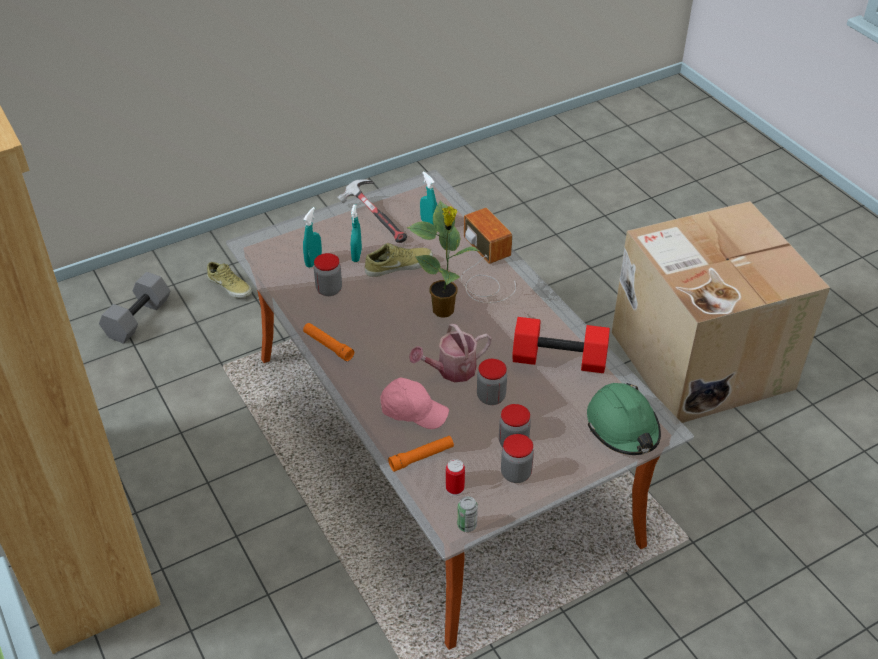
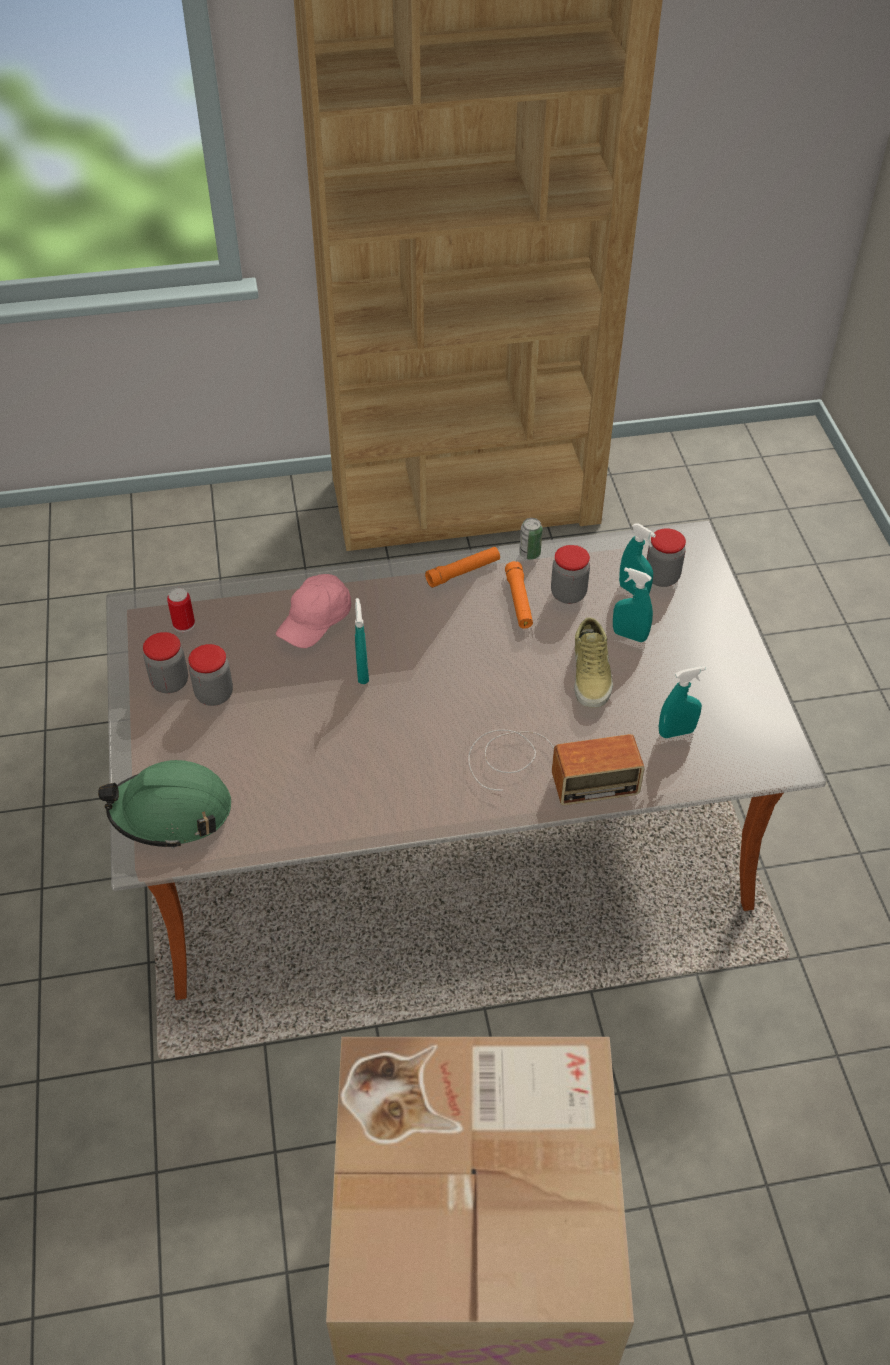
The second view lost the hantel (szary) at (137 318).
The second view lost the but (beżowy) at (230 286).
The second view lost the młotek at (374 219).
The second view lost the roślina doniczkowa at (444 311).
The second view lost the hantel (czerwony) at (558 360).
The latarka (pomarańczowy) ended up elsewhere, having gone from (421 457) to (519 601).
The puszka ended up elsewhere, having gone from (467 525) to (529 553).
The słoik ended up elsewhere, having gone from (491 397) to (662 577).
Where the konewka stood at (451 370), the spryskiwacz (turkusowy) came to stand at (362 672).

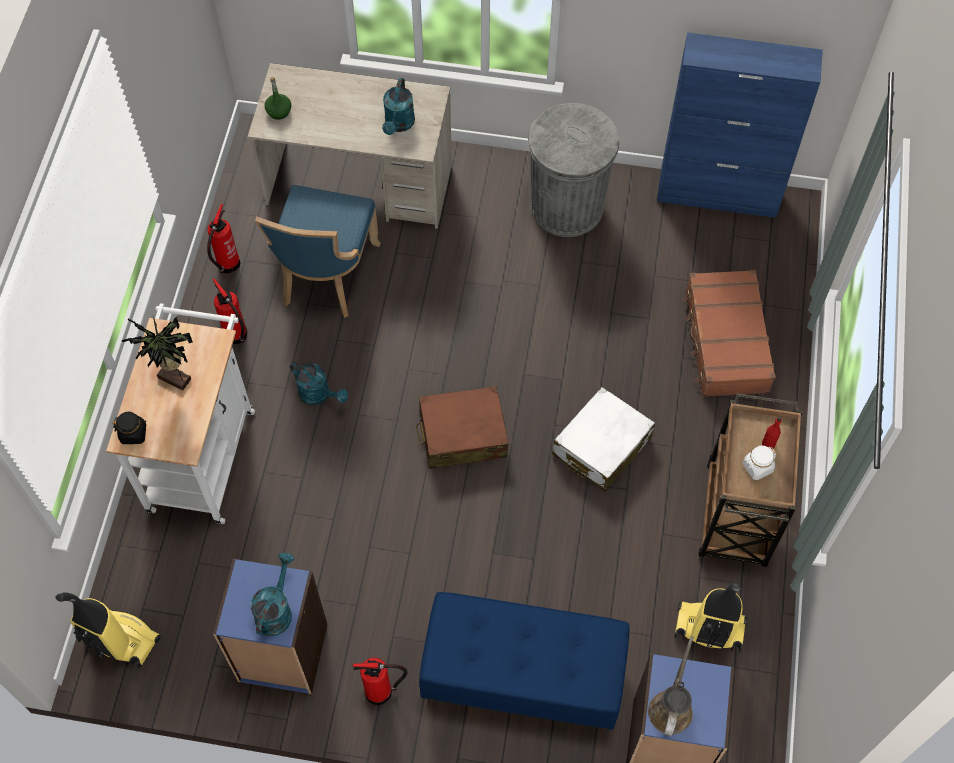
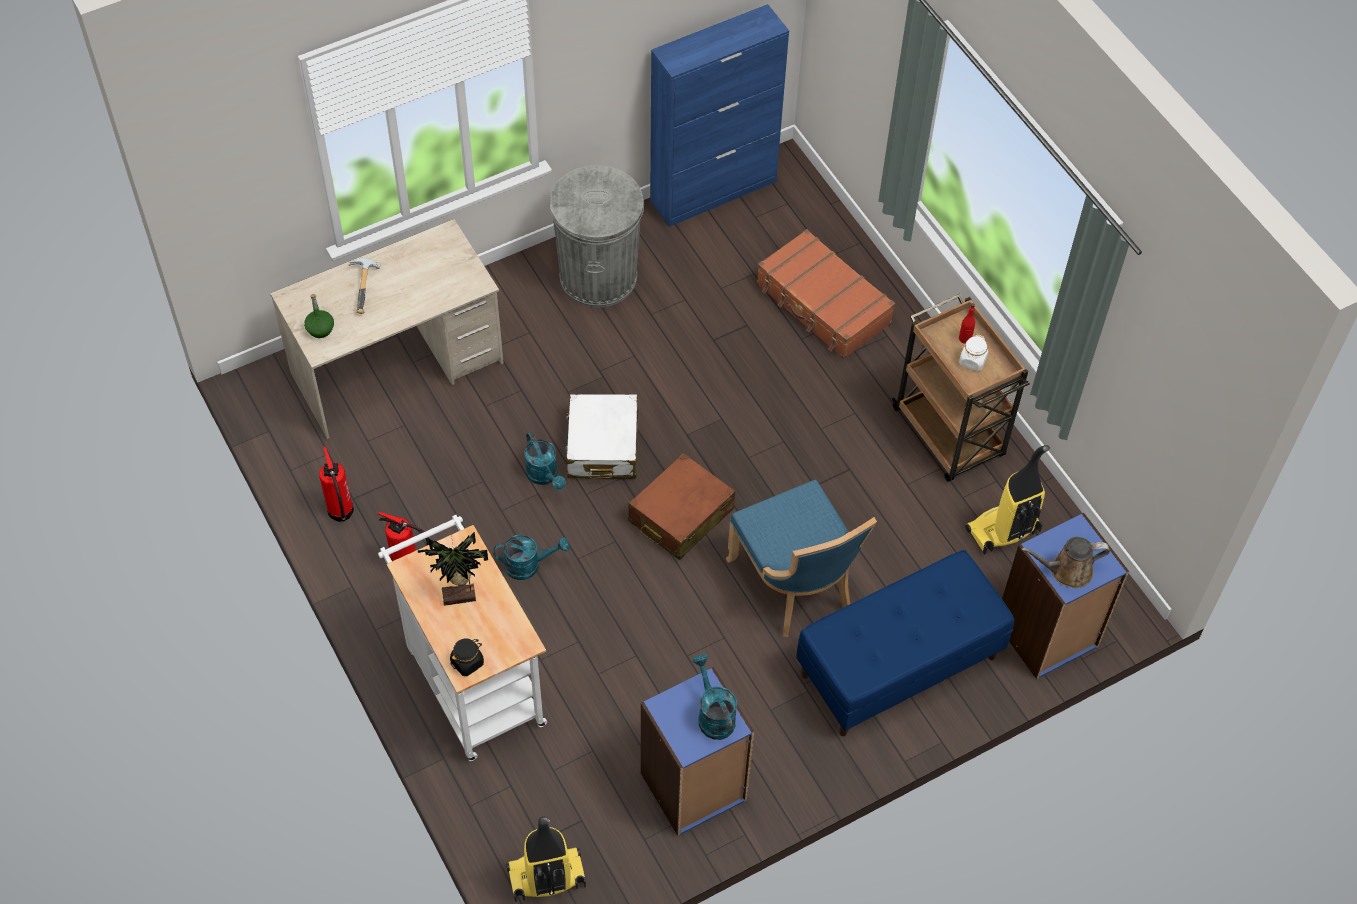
The second view lost the gaśnica at (381 692).
The second view gained the młotek at (366 288).
The krzesło (niebieski) ended up elsewhere, having gone from (326 276) to (795 586).
The konewka (turkusowy) ended up elsewhere, having gone from (398 125) to (545 476).
The walizka (biały) ended up elsewhere, having gone from (601 446) to (602 446).
The konewka (brązowy) at (671 707) ended up facing another way, 75 degrees counterclockwise from before.

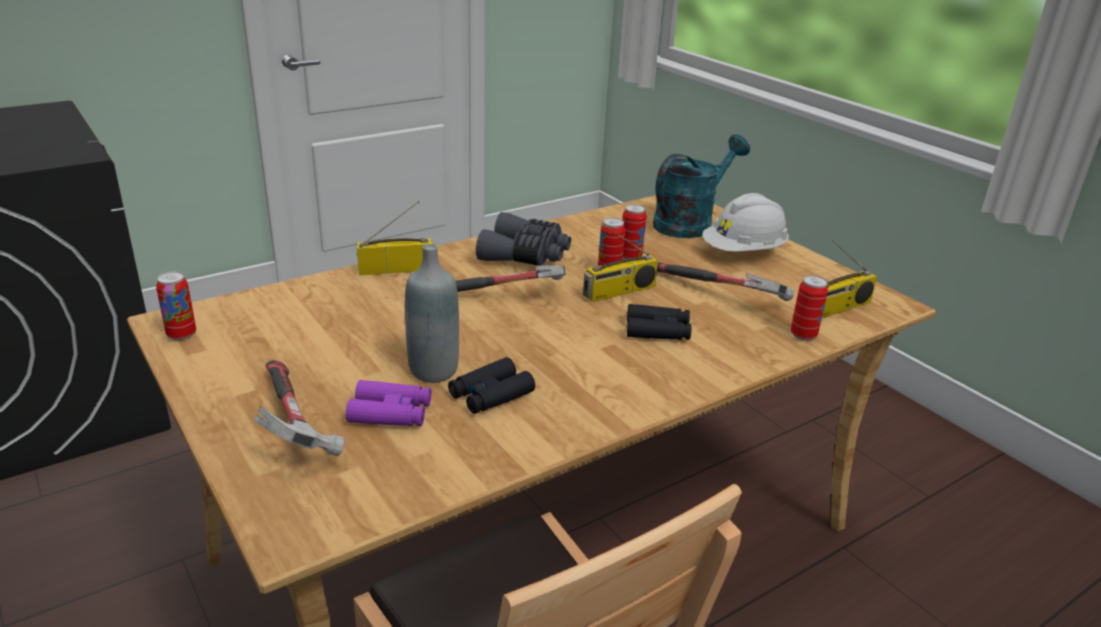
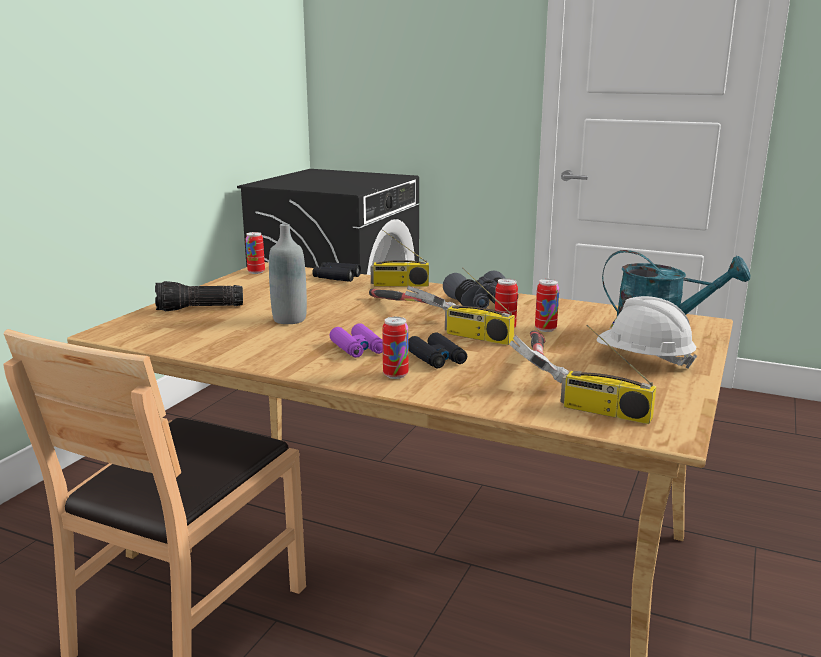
The lornetka (fioletowy) ended up elsewhere, having gone from (390 413) to (358 348).
The lornetka (czarny) ended up elsewhere, having gone from (490 394) to (336 277).
The puszka ended up elsewhere, having gone from (803 335) to (395 375).
Where the młotek stood at (292 423), the latarka came to stand at (199 309).
The radio at (397 269) ended up facing another way, 135 degrees clockwise from before.

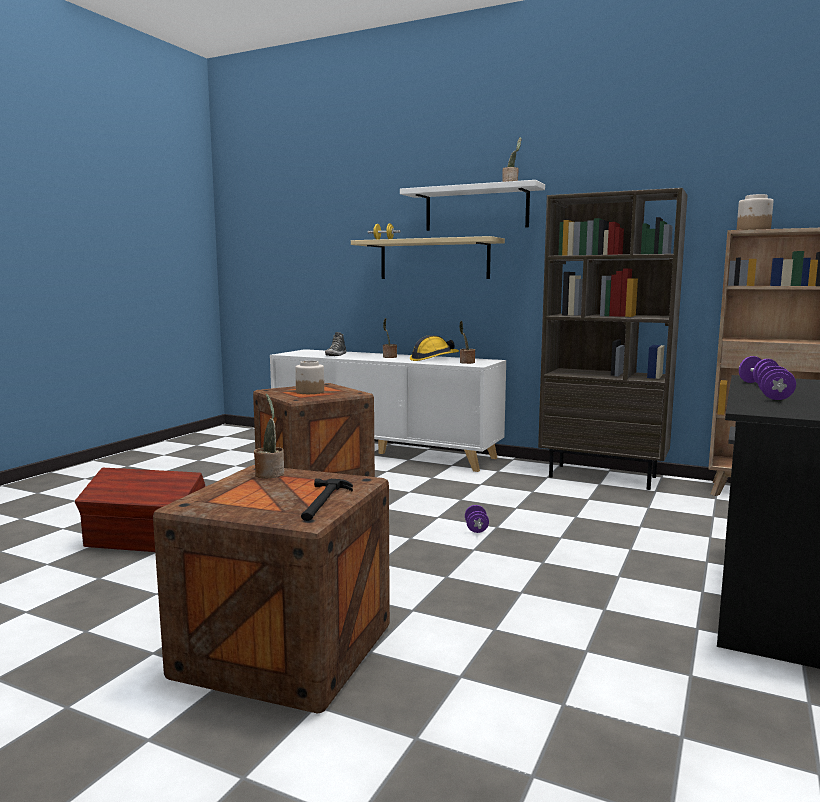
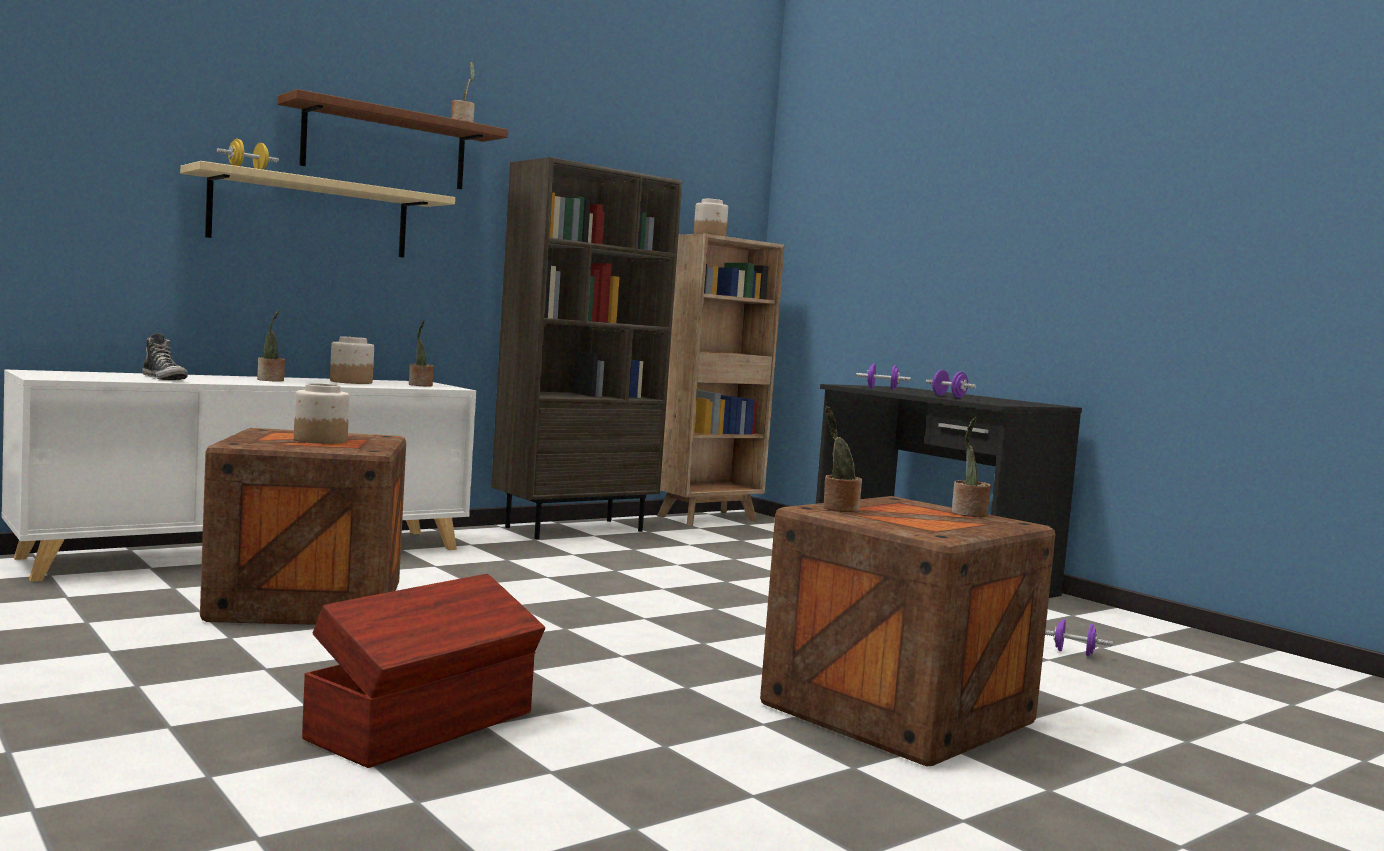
The hantel (fioletowy) ended up elsewhere, having gone from (476 529) to (1074 653).
Where the młotek stood at (323 502), the roślina doniczkowa came to stand at (968 514).
Where the kask stood at (433 359), the słoik came to stand at (350 382).
What was the półka (biały) at (476 208) turned into the półka (brązowy) at (385 146).

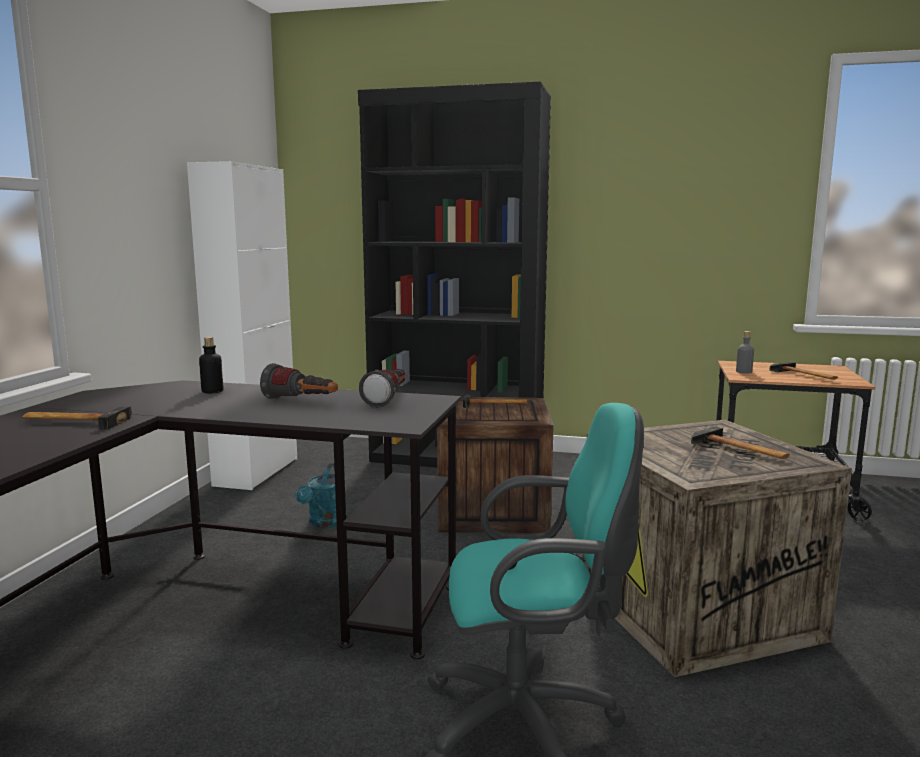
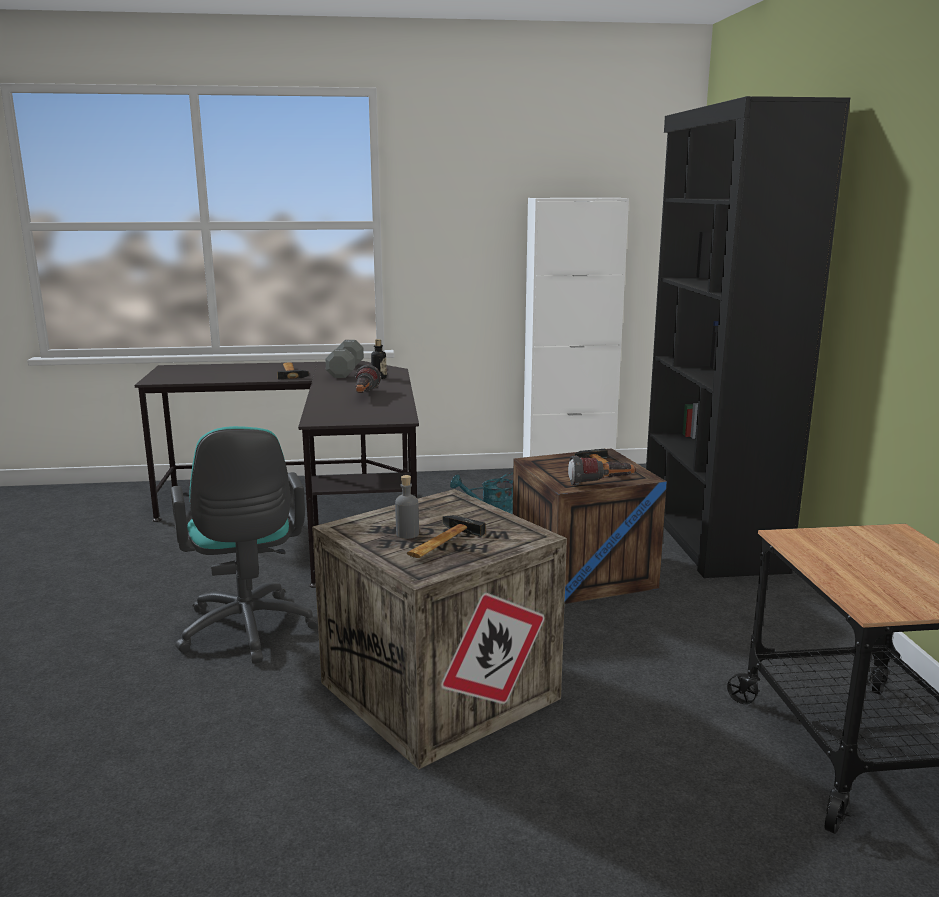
The second view lost the młotek at (804 376).
The second view gained the hantel (szary) at (345 371).
The latarka ended up elsewhere, having gone from (389 399) to (601 484).
The butelka (szary) ended up elsewhere, having gone from (744 372) to (407 534).

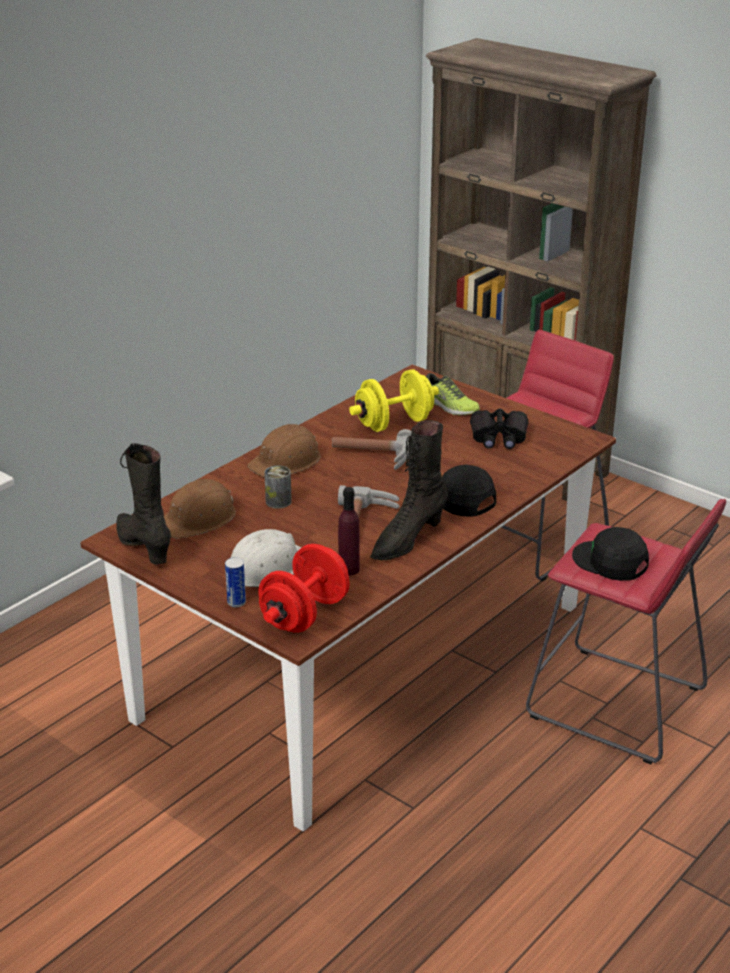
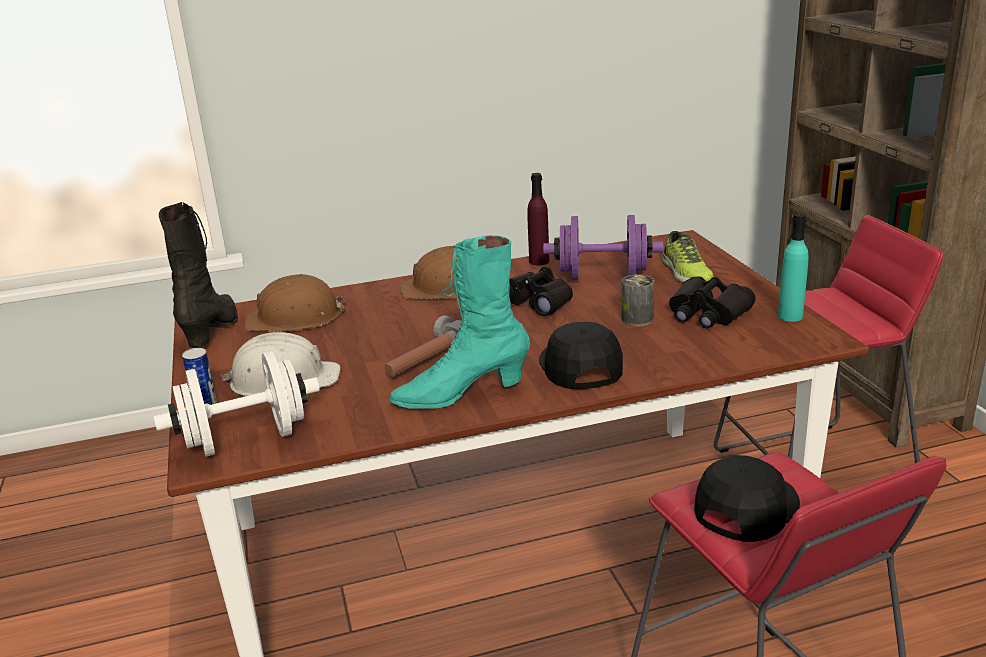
The second view gained the butelka (turkusowy) at (790 316).
The puszka ended up elsewhere, having gone from (278 501) to (637 319).
The butelka (fioletowy) ended up elsewhere, having gone from (349 569) to (539 261).
Where the młotek stood at (371 457), the lornetka (czarny) came to stand at (536 302).
What was the hantel (czerwony) at (305 614) turned into the hantel (biały) at (246 440).
What was the hantel (żółty) at (394 423) turned into the hantel (fioletowy) at (603 277).
What was the but z cholewką (czarny) at (407 540) turned into the but z cholewką (turkusowy) at (461 394).
The czapka z daszkiem (czarny) at (610 561) ended up facing another way, 60 degrees clockwise from before.

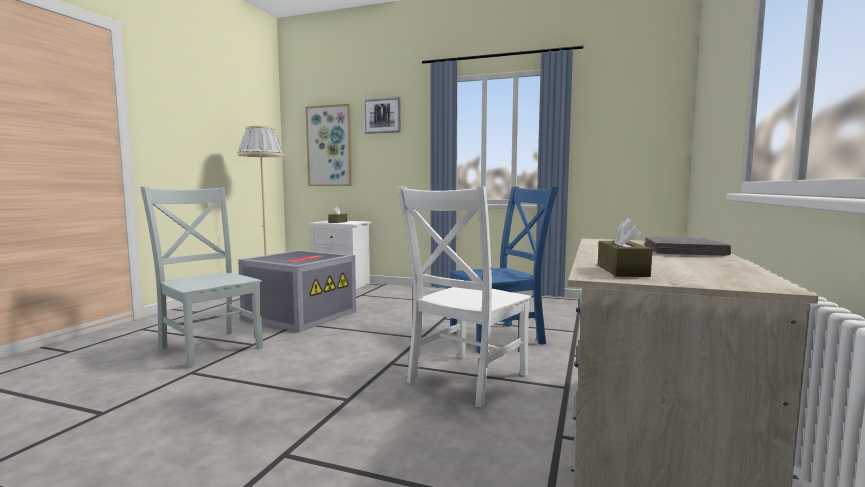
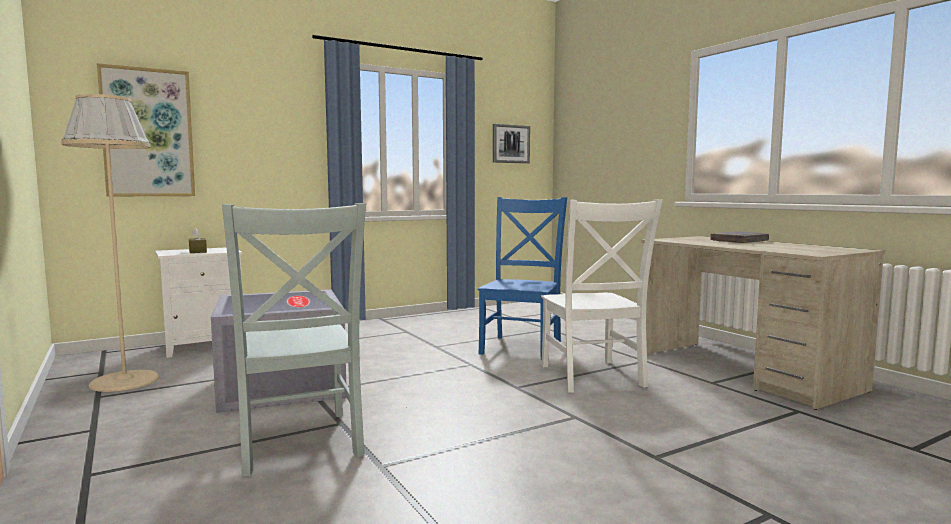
The second view lost the pudełko chusteczek (brązowy) at (622 271).
The obraz ended up elsewhere, having gone from (382 115) to (510 144).
The krzesło (szary) at (210 347) ended up facing another way, 105 degrees counterclockwise from before.

